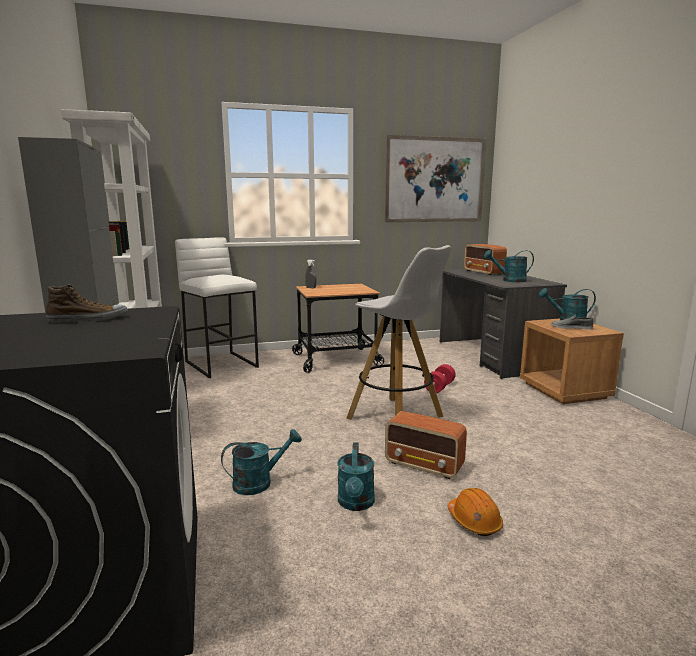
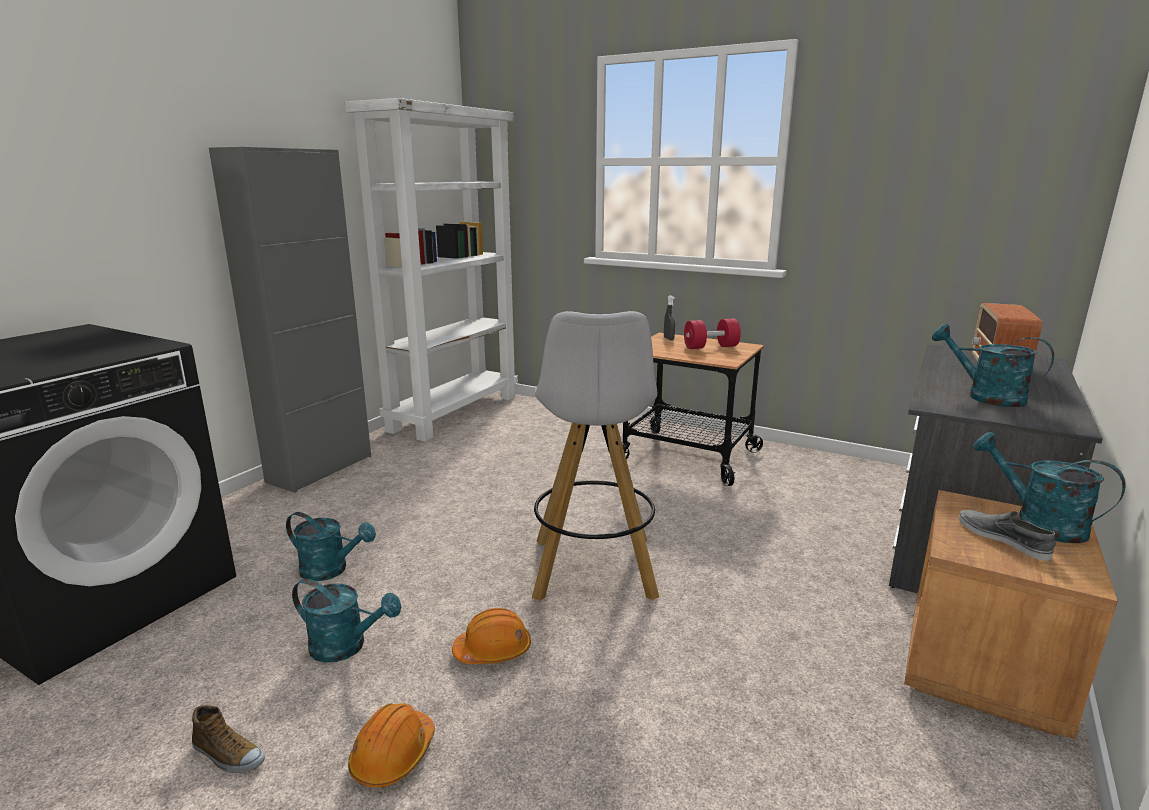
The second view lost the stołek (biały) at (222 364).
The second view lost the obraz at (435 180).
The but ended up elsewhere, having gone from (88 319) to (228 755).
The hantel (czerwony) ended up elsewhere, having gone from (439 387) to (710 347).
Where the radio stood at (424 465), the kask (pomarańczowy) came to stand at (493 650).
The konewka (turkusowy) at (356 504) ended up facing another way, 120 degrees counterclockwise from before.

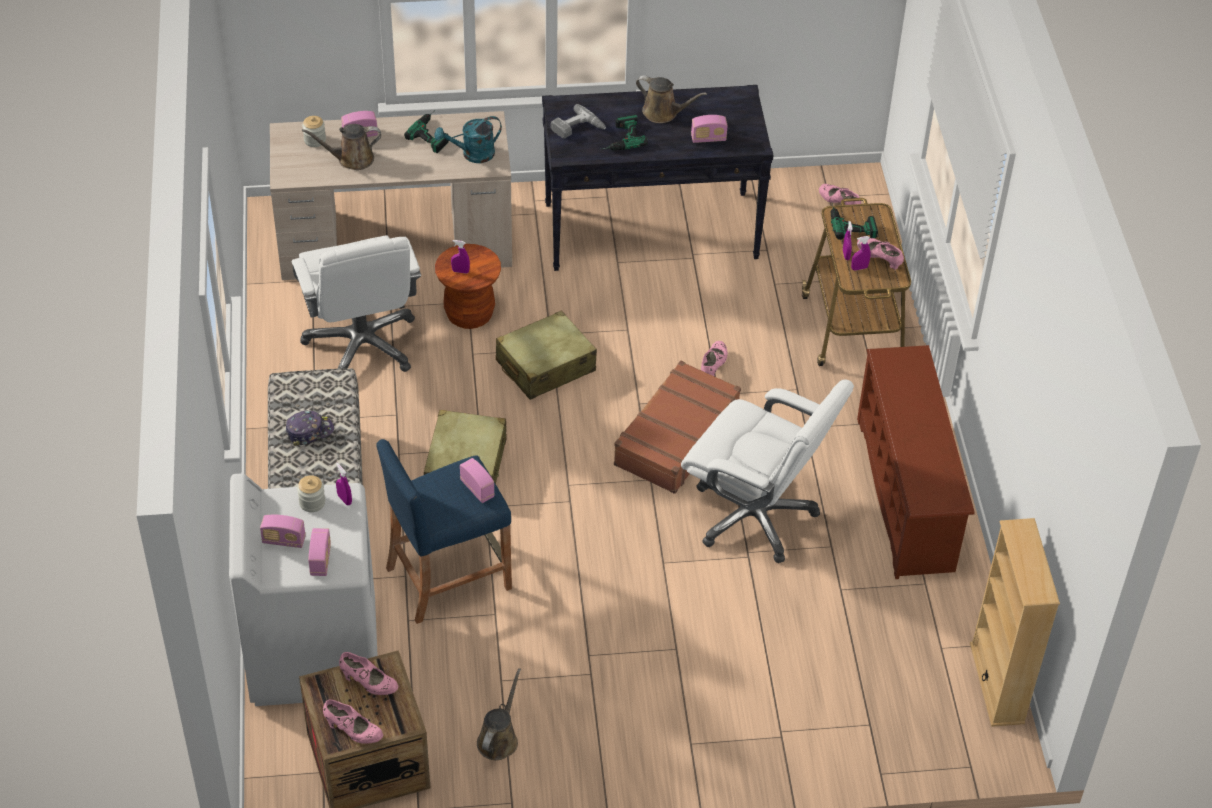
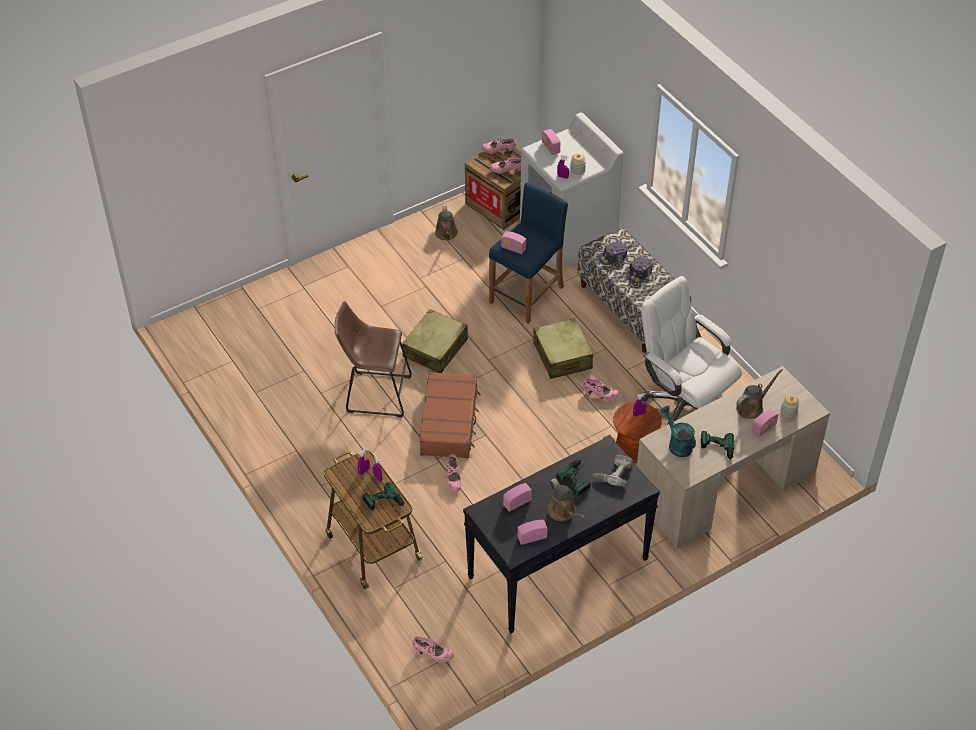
The second view lost the regał na buty (brązowy) at (907 495).
The second view lost the regał (beżowy) at (997 683).
The second view gained the czapka z daszkiem at (613 257).
The radio ended up elsewhere, having gone from (284 540) to (532 538).
The walizka (beżowy) ended up elsewhere, having gone from (545 366) to (435 348).
The but (różowy) ended up elsewhere, having gone from (879 259) to (600 395).
Where the krzesło biurowe (biały) stood at (755 515), the stołek (brązowy) came to stand at (374 393).
The konewka (turkusowy) at (472 154) ended up facing another way, 75 degrees counterclockwise from before.
The konewka (brązowy) at (663 113) ended up facing another way, 120 degrees counterclockwise from before.

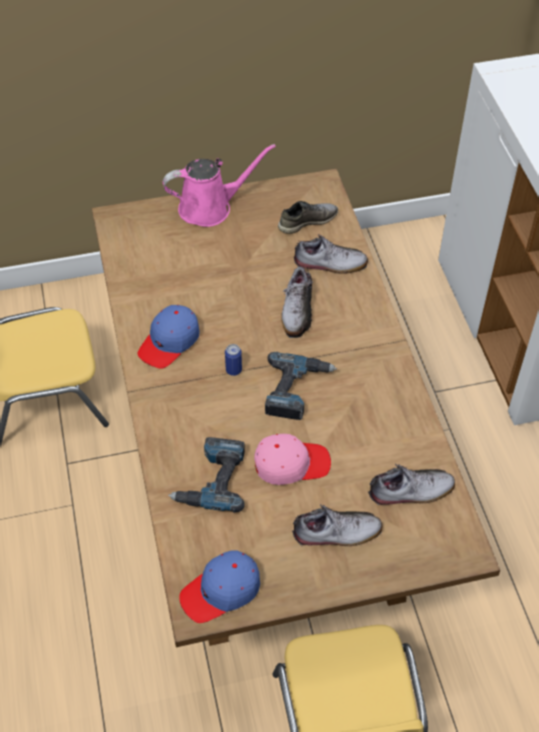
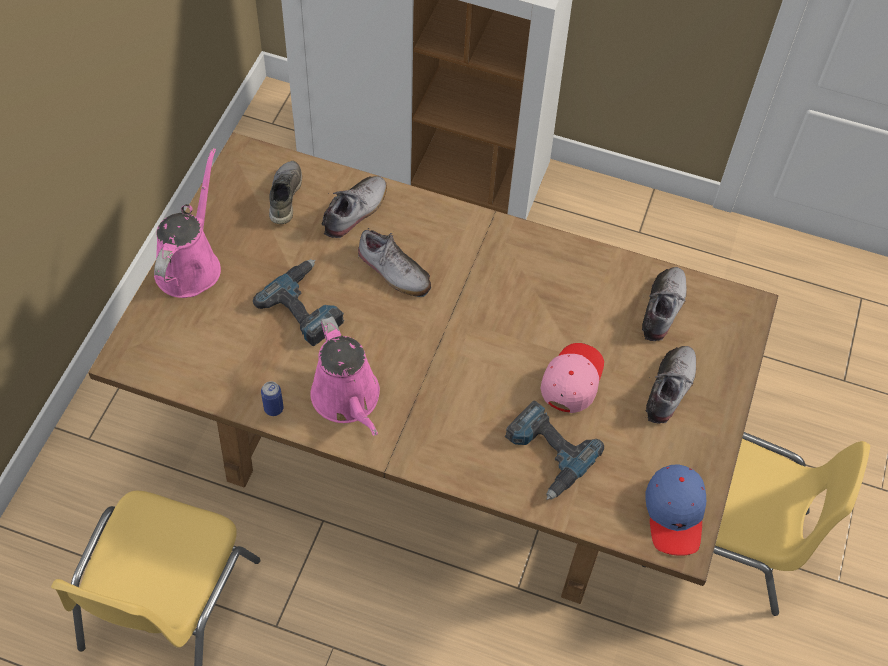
The puszka ended up elsewhere, having gone from (233 370) to (273 408).
The wiertarka ended up elsewhere, having gone from (296 390) to (307 306).
Where the czapka z daszkiem (niebieski) stood at (169 342), the konewka (różowy) came to stand at (348 400).

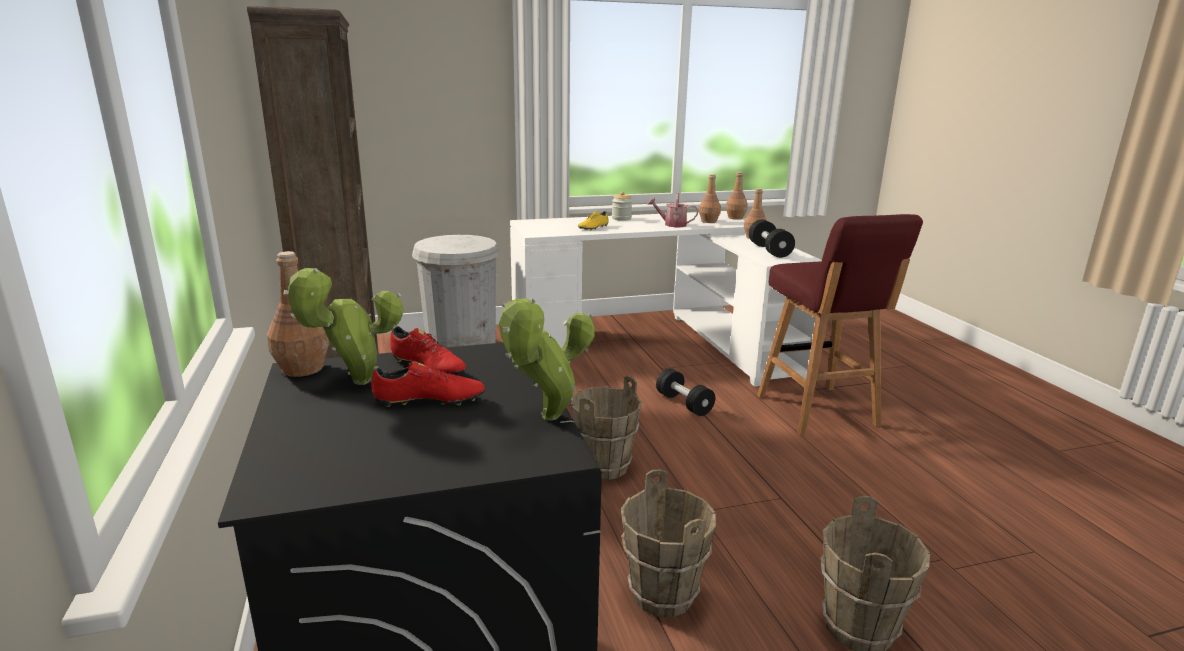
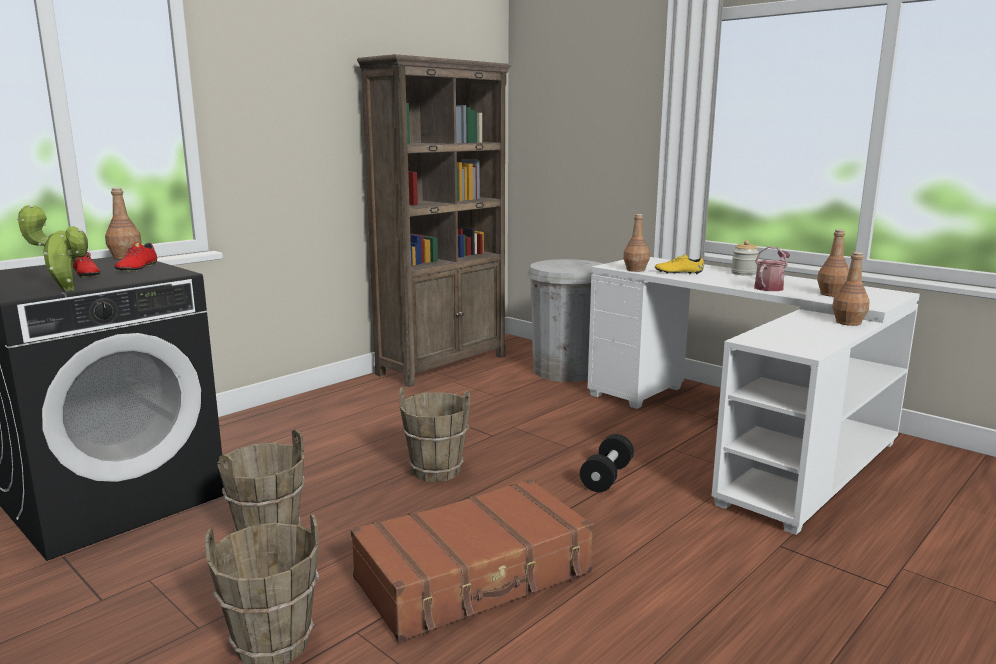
The second view lost the roślina doniczkowa at (355 383).
The second view lost the hantel (czarny) at (769 250).
The second view lost the stołek (czerwony) at (818 411).
The second view gained the walizka (brązowy) at (475 577).
The butelka (brązowy) ended up elsewhere, having gone from (735 218) to (636 270).
The konewka at (672 224) ended up facing another way, 60 degrees clockwise from before.

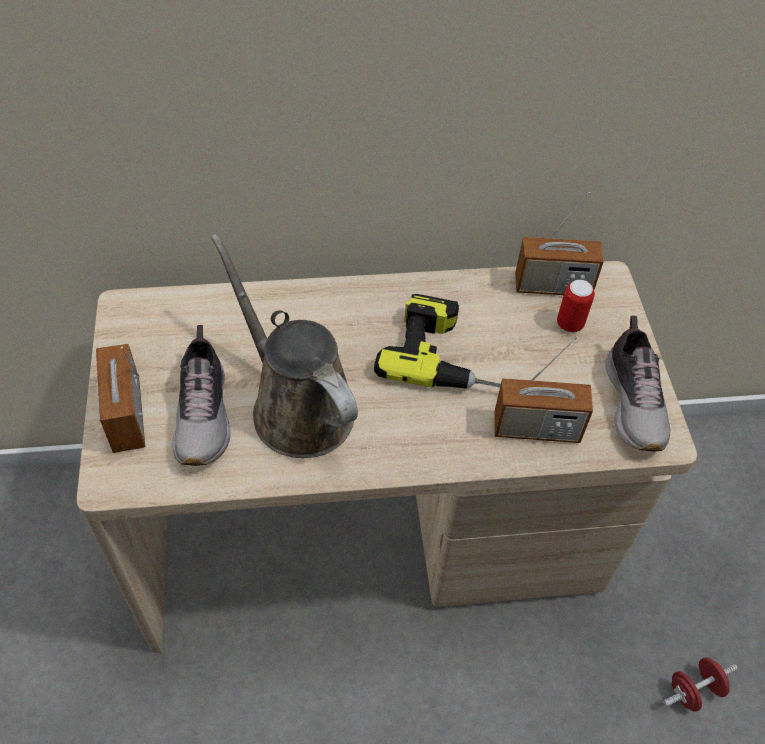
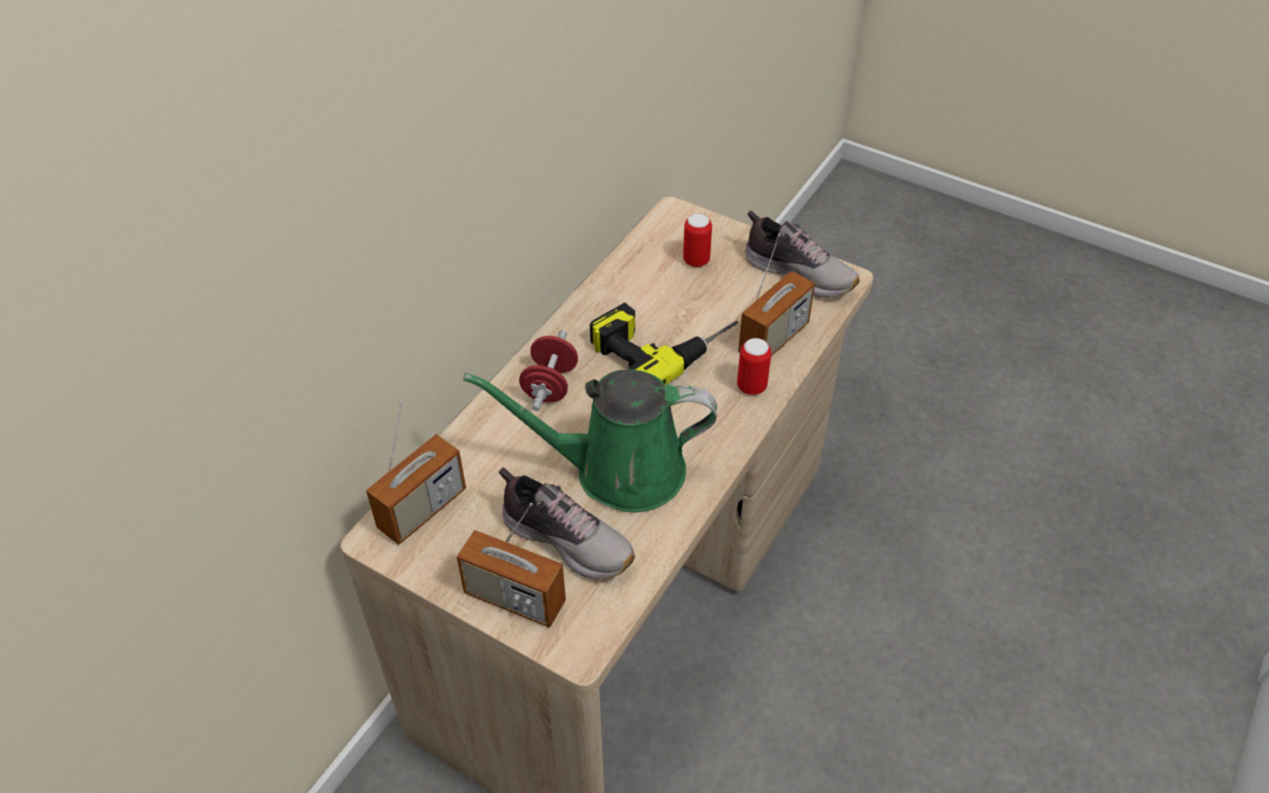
The second view gained the puszka at (751 386).
The radio ended up elsewhere, having gone from (552 286) to (422 509).
The hantel (czerwony) ended up elsewhere, having gone from (694 690) to (550 385).
What was the konewka (brązowy) at (296 406) turned into the konewka (zielony) at (618 470).

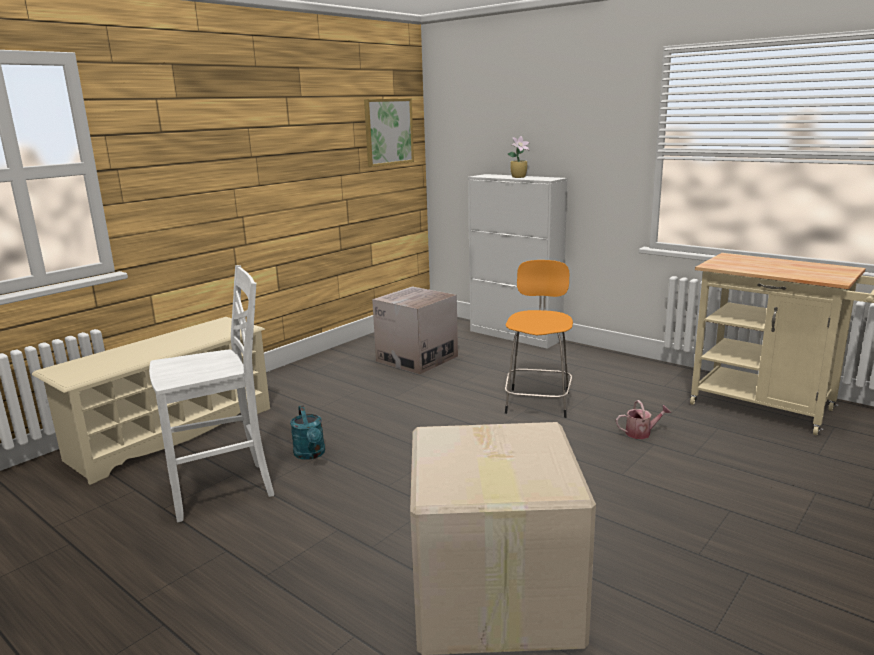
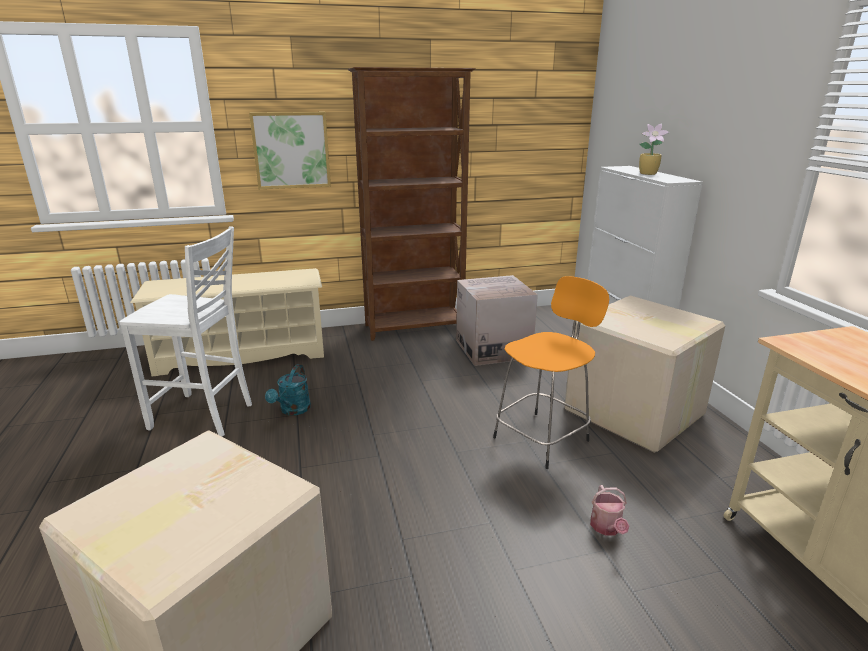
The second view gained the regał (brązowy) at (415 328).
The second view gained the karton at (634 413).
The obraz ended up elsewhere, having gone from (388 132) to (291 150).
The konewka at (641 433) ended up facing another way, 60 degrees clockwise from before.

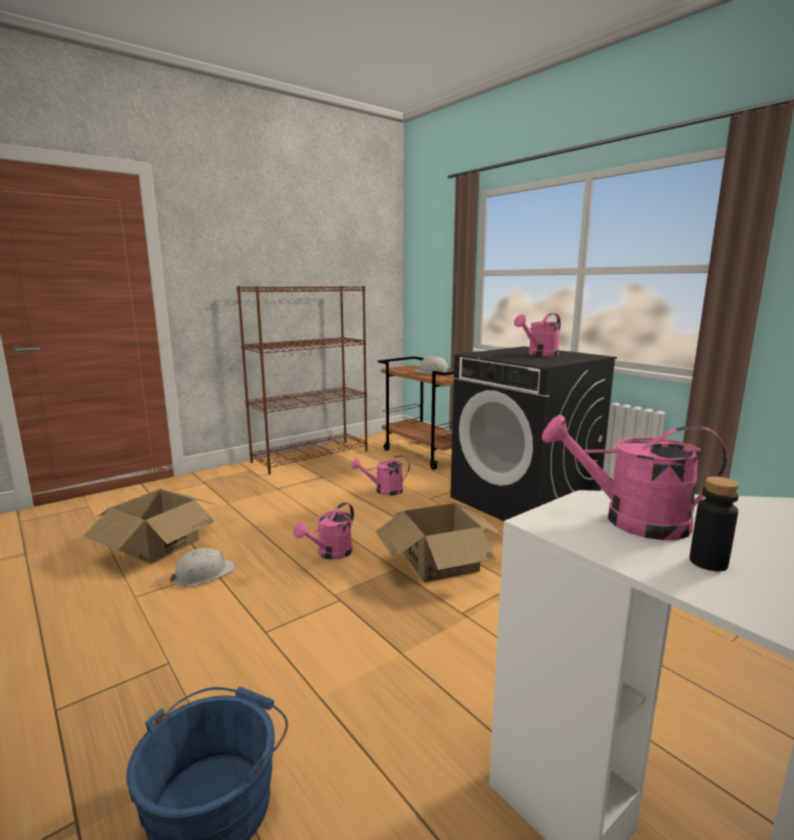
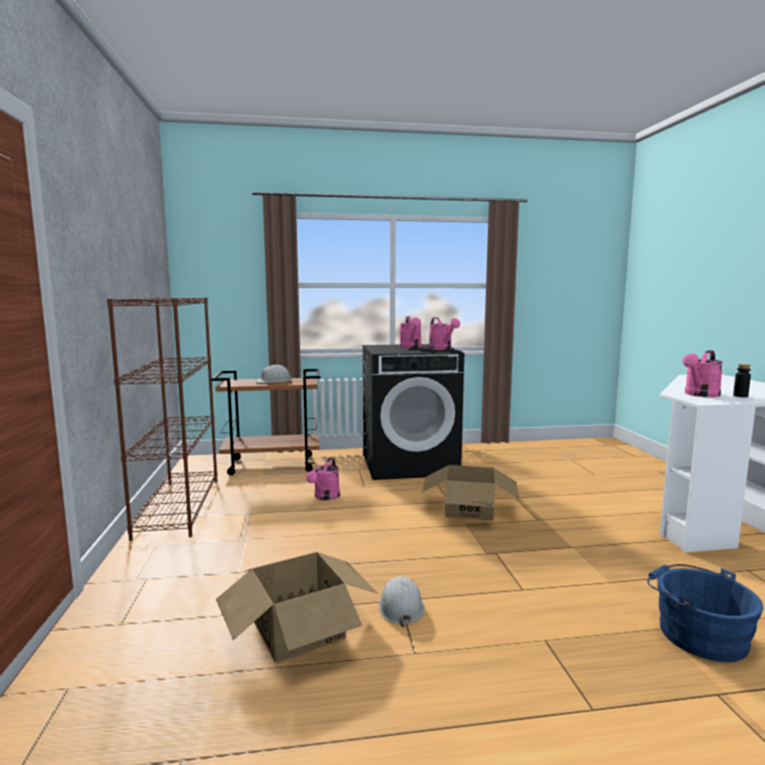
The konewka (różowy) ended up elsewhere, having gone from (330 554) to (442 349).

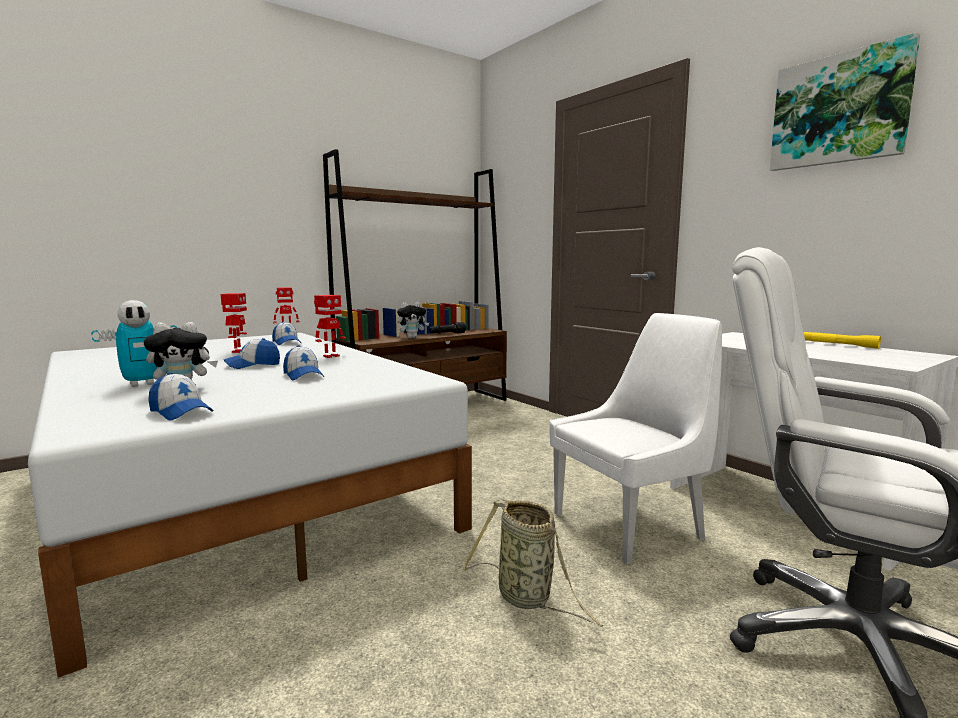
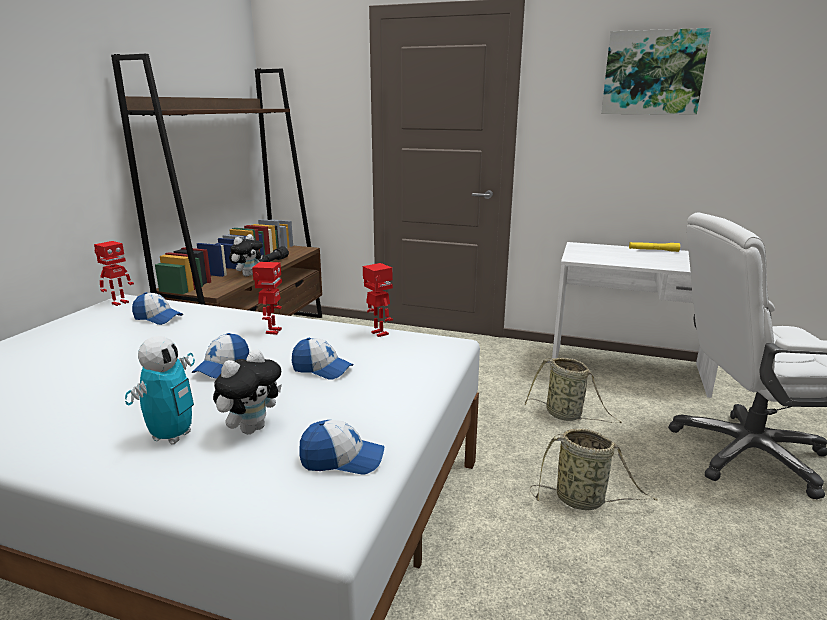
The robot zabawkowy ended up elsewhere, having gone from (238 351) to (379 333).
Where the krzesło (biały) stood at (631 525), the koszyk came to stand at (566 415).

